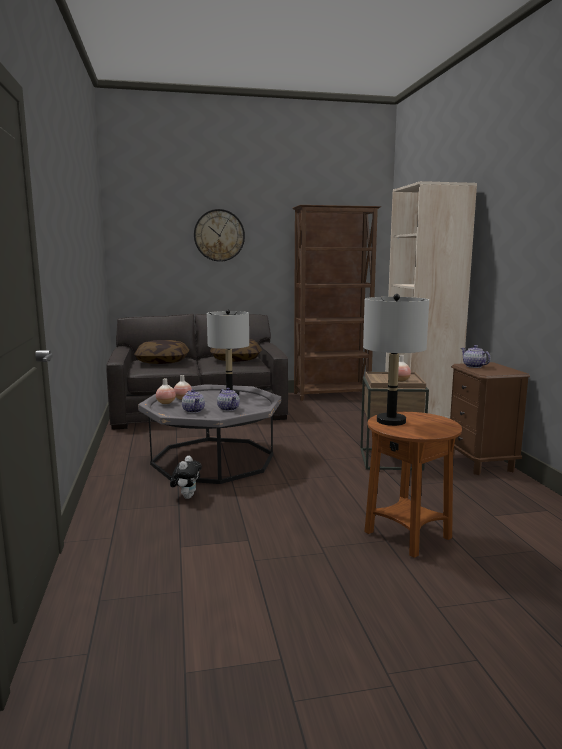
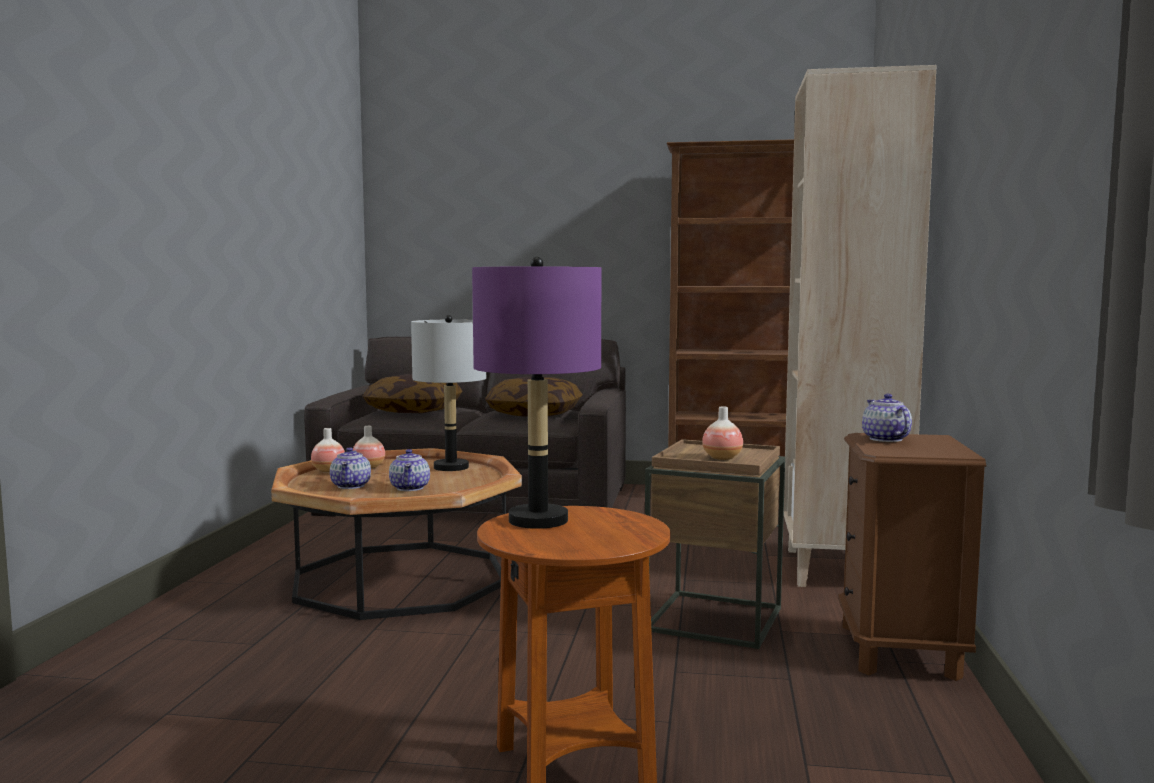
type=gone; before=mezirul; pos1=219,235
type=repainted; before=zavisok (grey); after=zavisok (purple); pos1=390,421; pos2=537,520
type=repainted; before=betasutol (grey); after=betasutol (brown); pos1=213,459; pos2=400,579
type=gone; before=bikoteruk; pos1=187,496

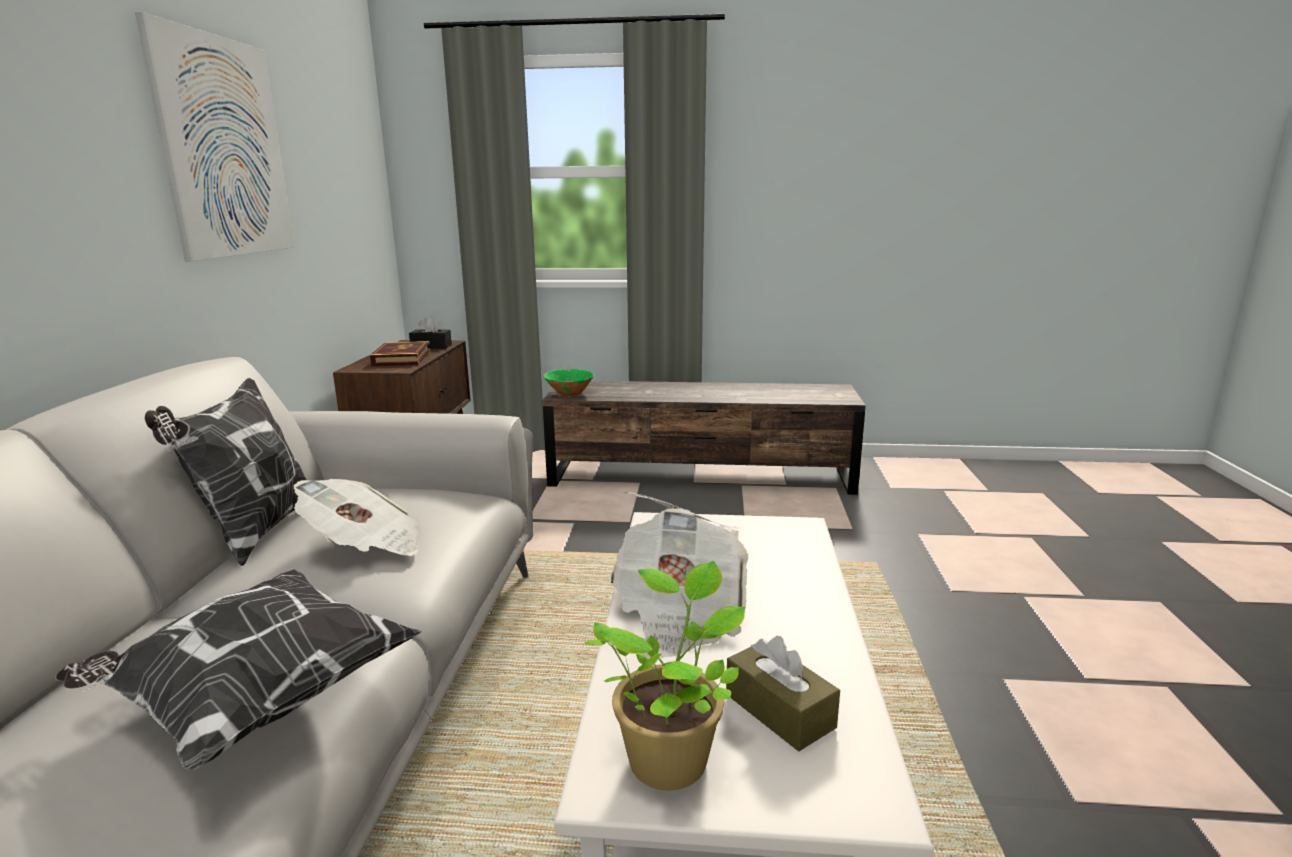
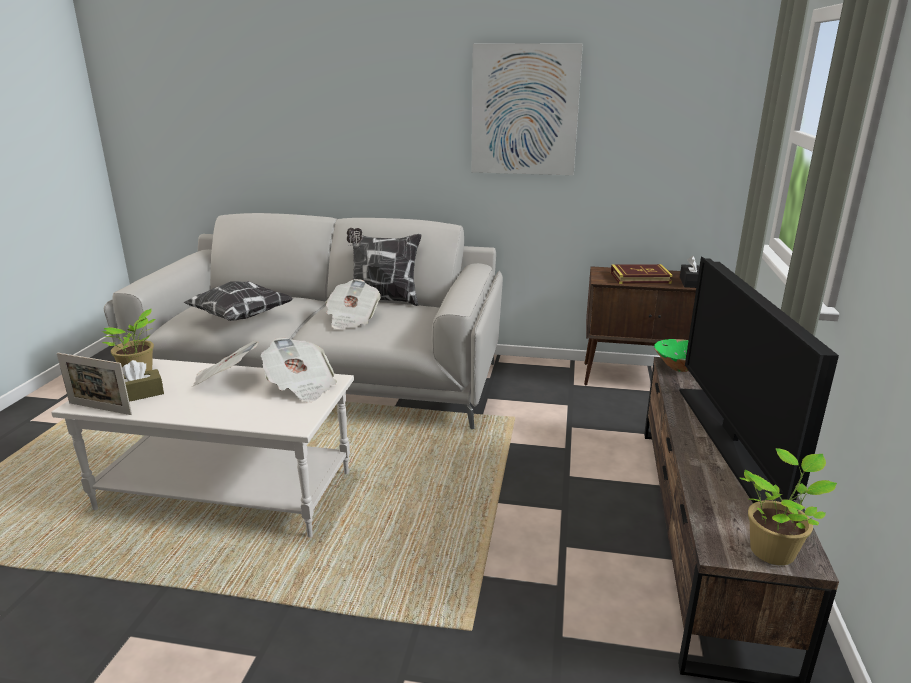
type=new; after=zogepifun; pos2=730,441
type=new; after=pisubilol; pos2=100,409
type=new; after=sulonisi; pos2=774,550

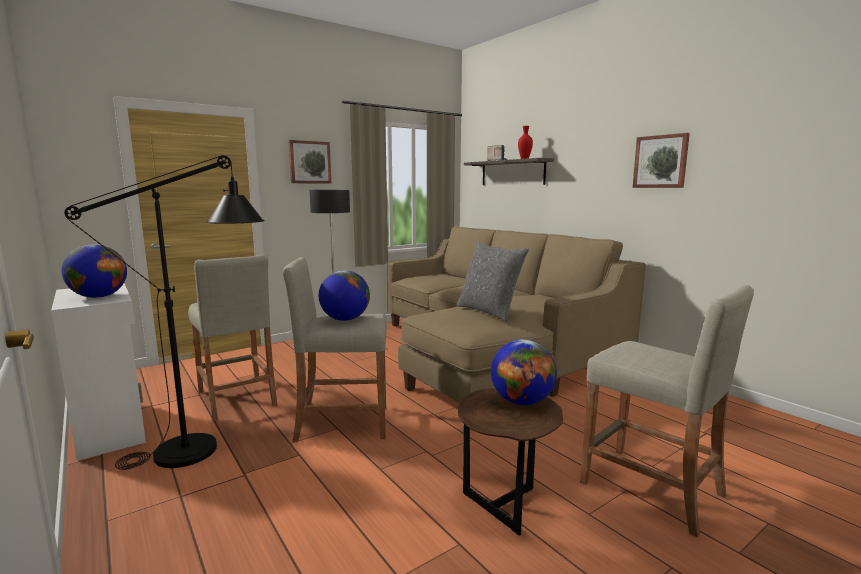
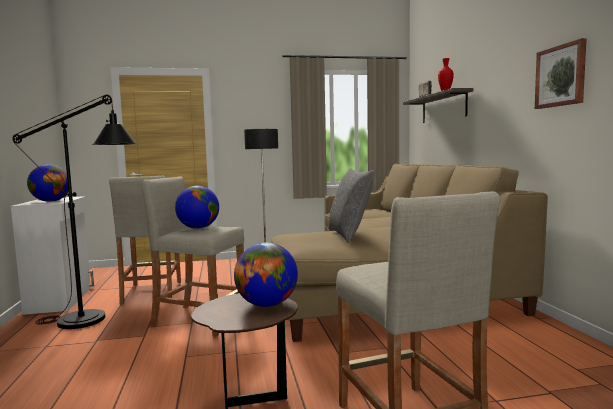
type=gone; before=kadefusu; pos1=309,162

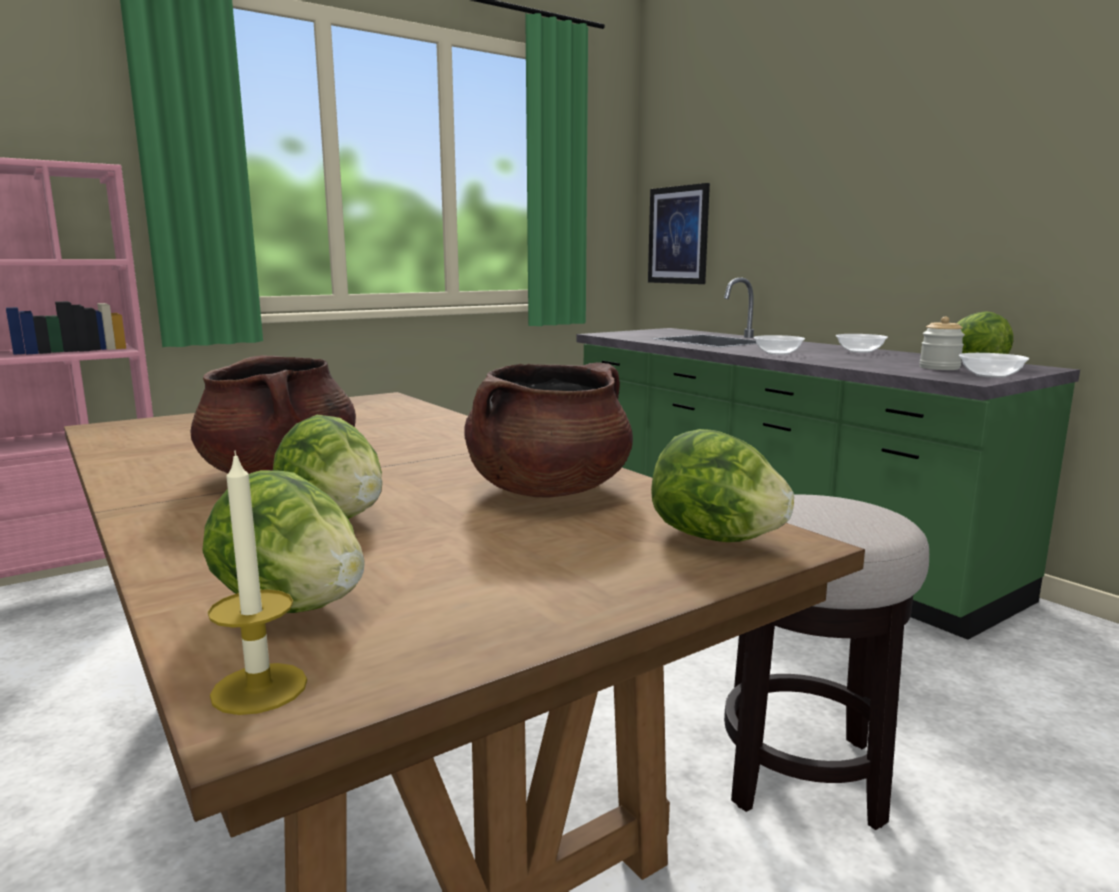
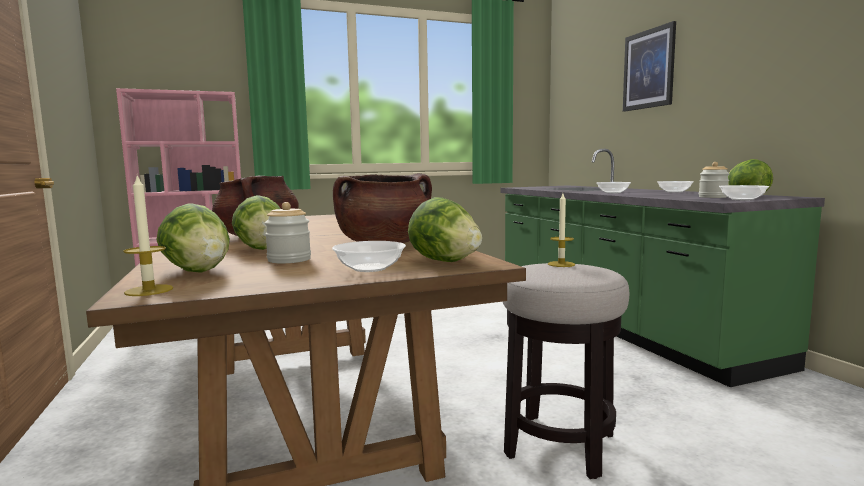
type=shifted; before=kadefusu; pos1=678,235; pos2=648,69
type=new; after=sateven; pos2=561,264
type=new; after=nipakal; pos2=289,260
type=new; after=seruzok; pos2=370,269

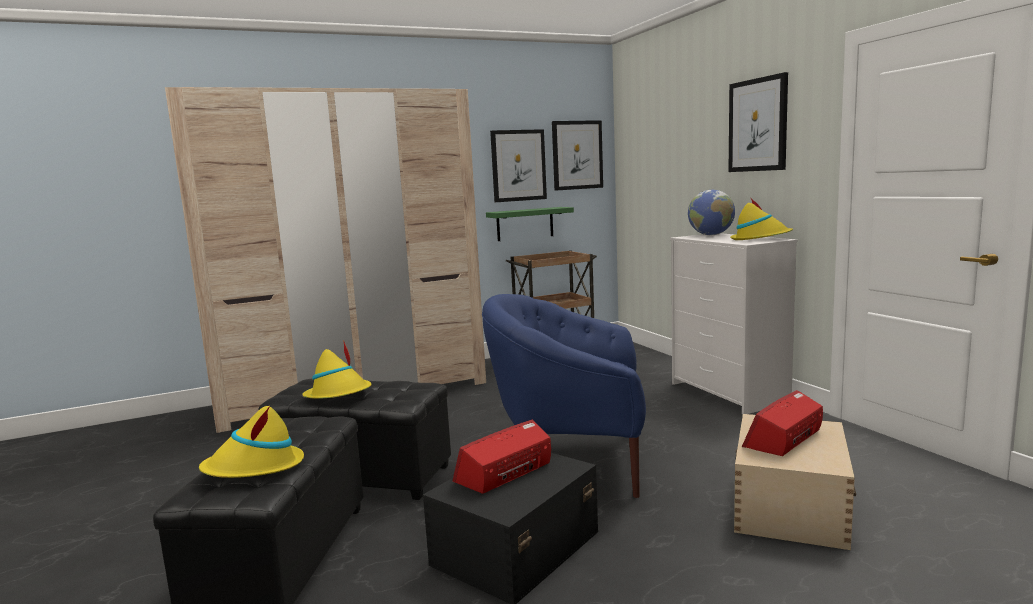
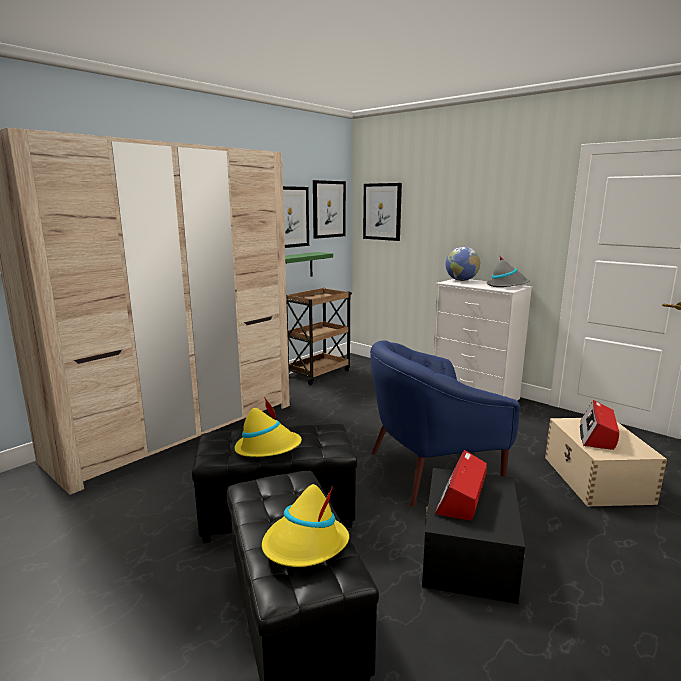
type=shifted; before=kadefusu; pos1=758,125; pos2=382,211
type=repainted; before=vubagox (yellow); after=vubagox (grey); pos1=760,239; pos2=507,285

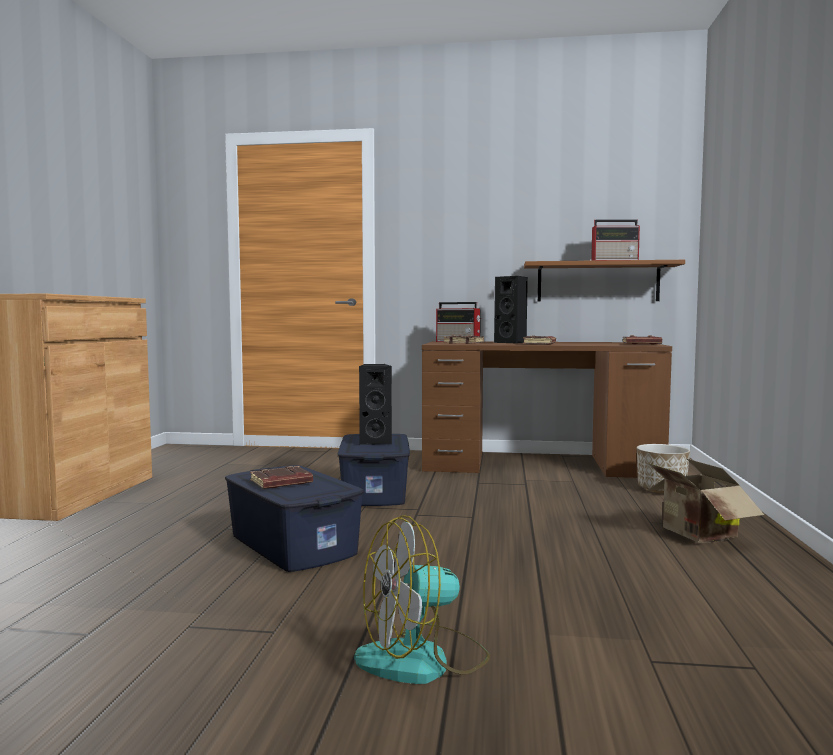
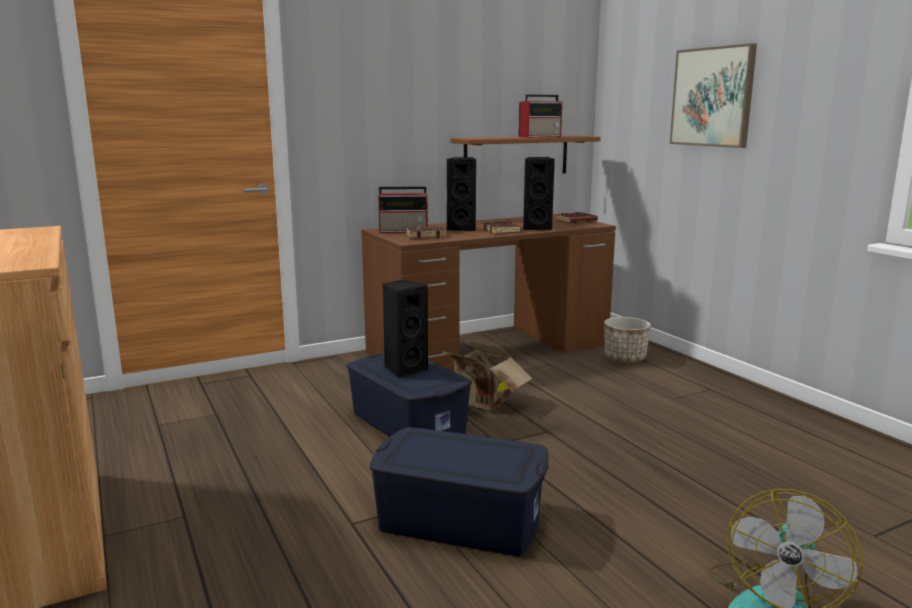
type=shifted; before=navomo; pos1=696,535; pos2=481,403
type=gone; before=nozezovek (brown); pos1=281,483
type=new; after=kadefusu; pos2=712,97
type=new; after=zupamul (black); pos2=537,228

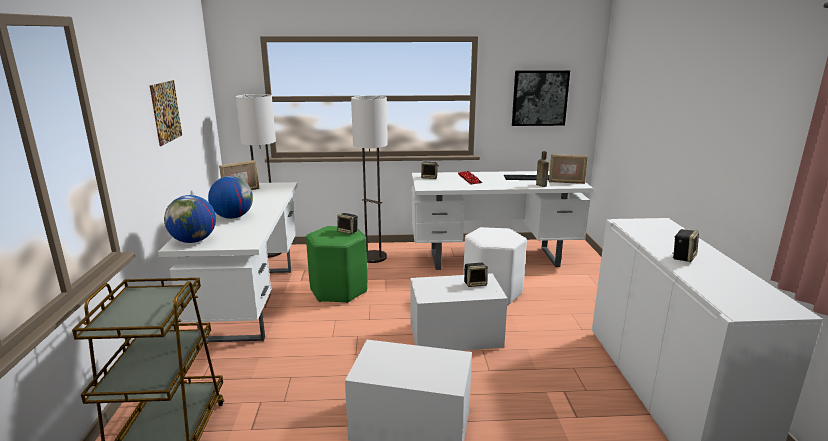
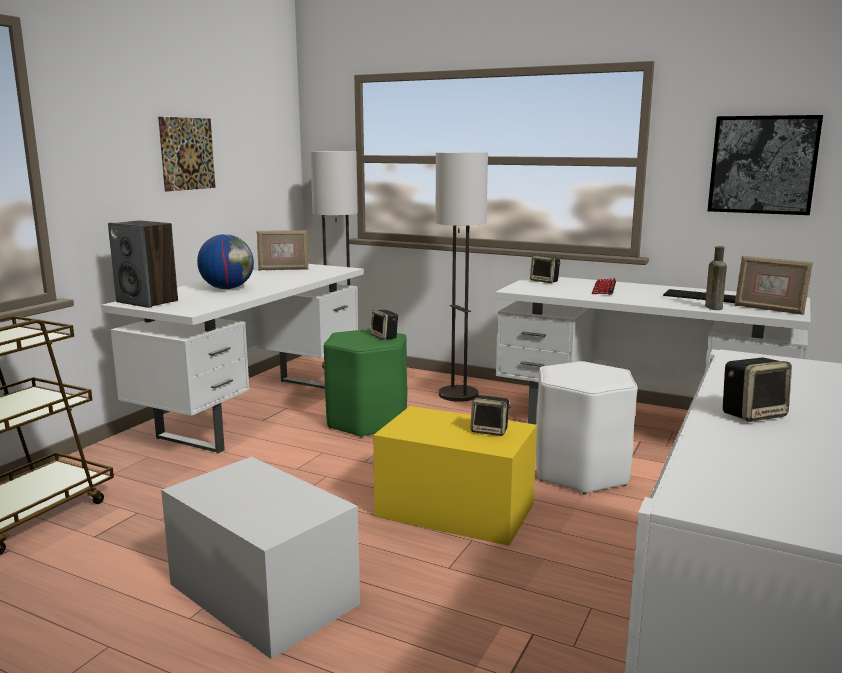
type=swapped; before=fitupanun; after=zupamul; pos1=194,241; pos2=148,301
type=repainted; before=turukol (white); after=turukol (yellow); pos1=455,335; pos2=456,510

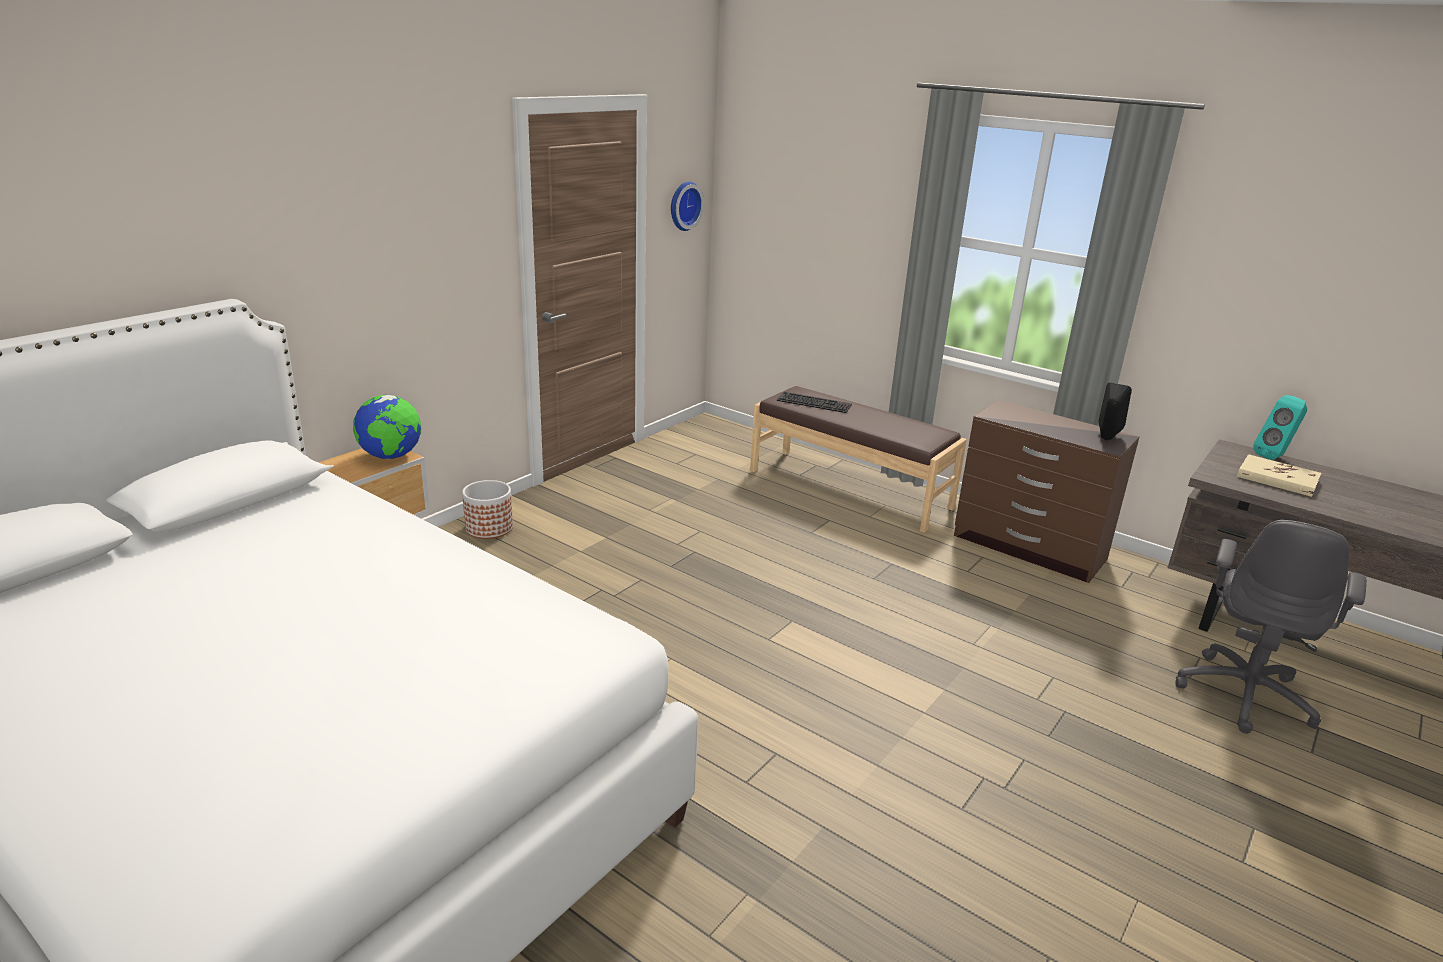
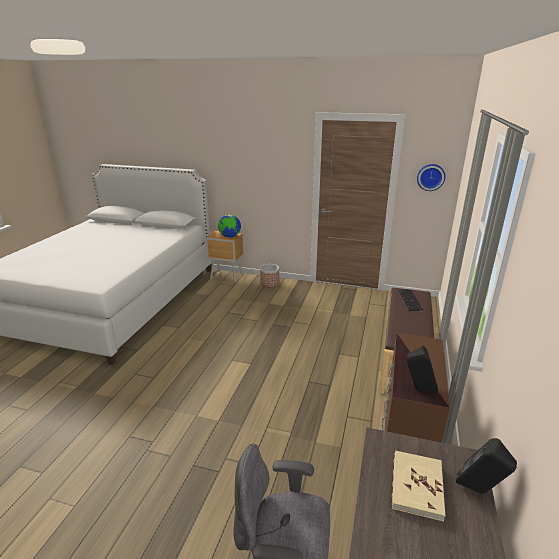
type=repainted; before=zupamul (turquoise); after=zupamul (black); pos1=1274,457; pos2=479,490

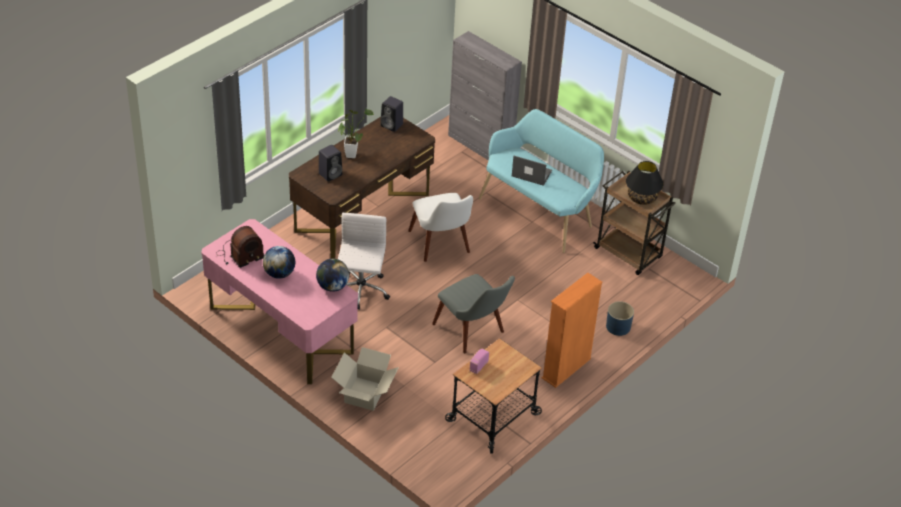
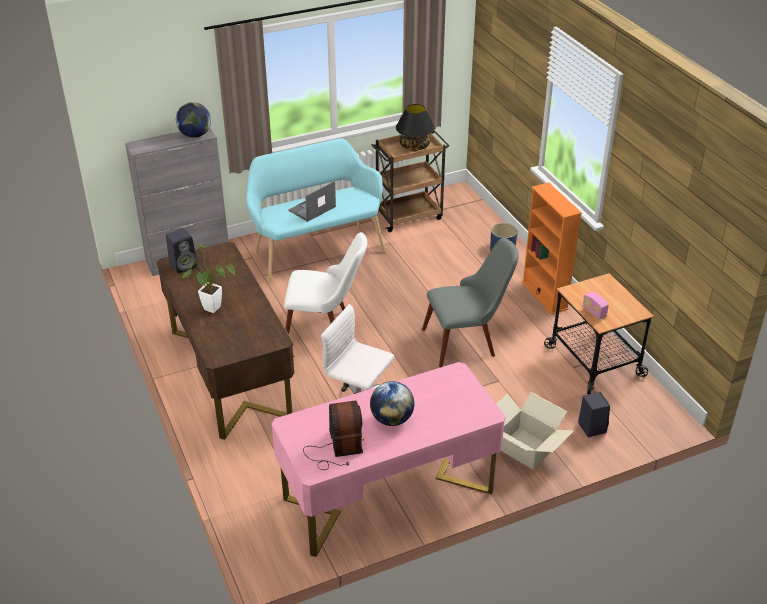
type=shifted; before=zupamul (black); pos1=331,174; pos2=591,427
type=shifted; before=fitupanun; pos1=332,286; pos2=195,135

